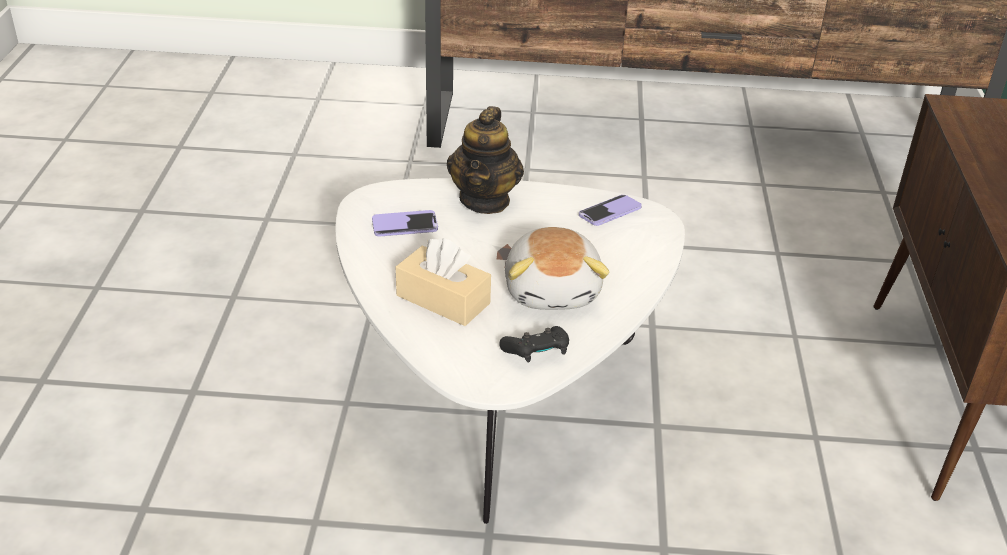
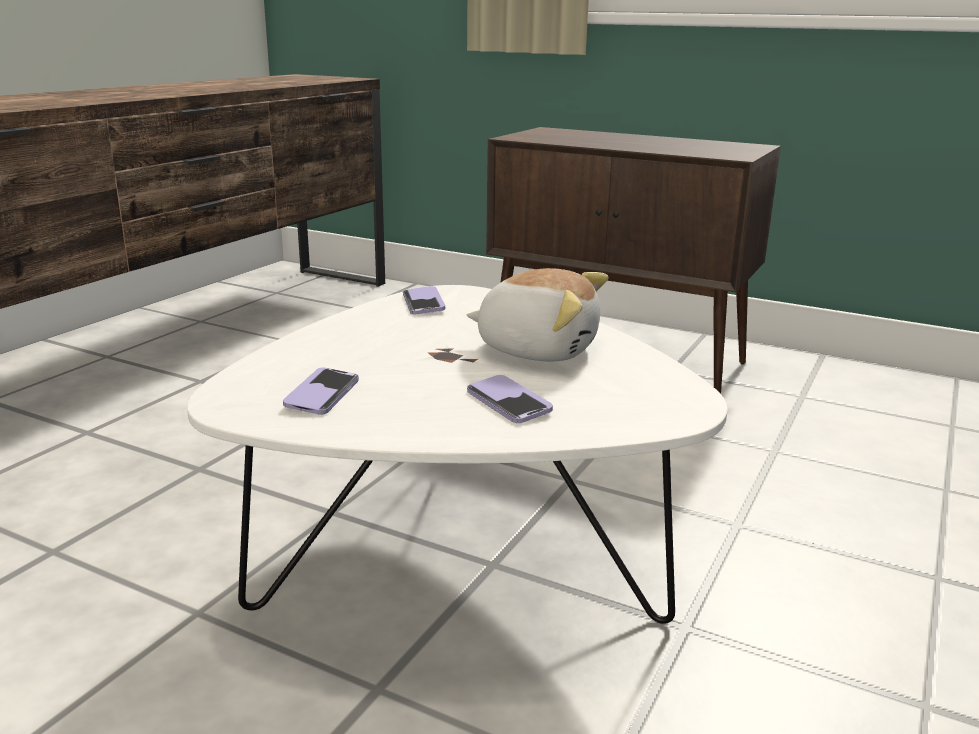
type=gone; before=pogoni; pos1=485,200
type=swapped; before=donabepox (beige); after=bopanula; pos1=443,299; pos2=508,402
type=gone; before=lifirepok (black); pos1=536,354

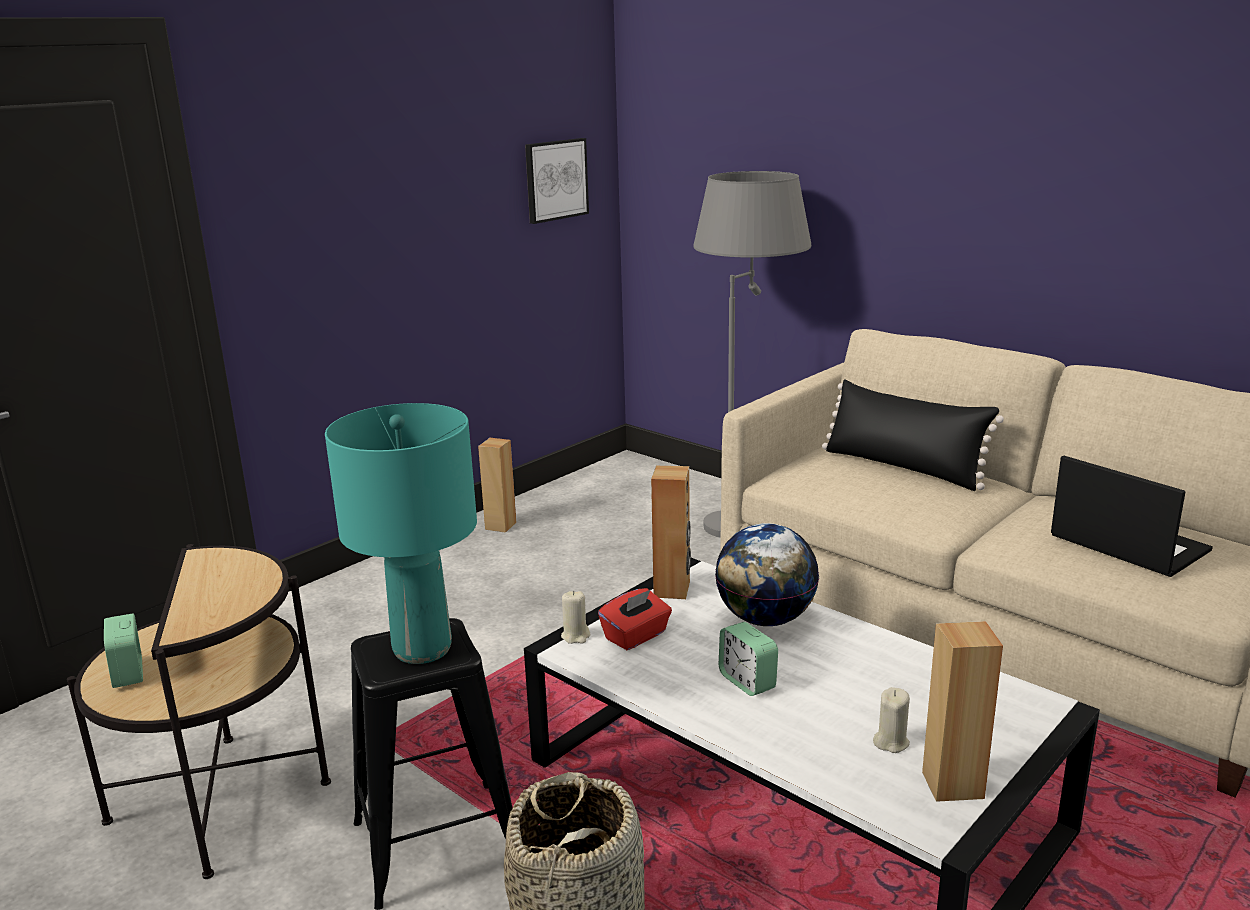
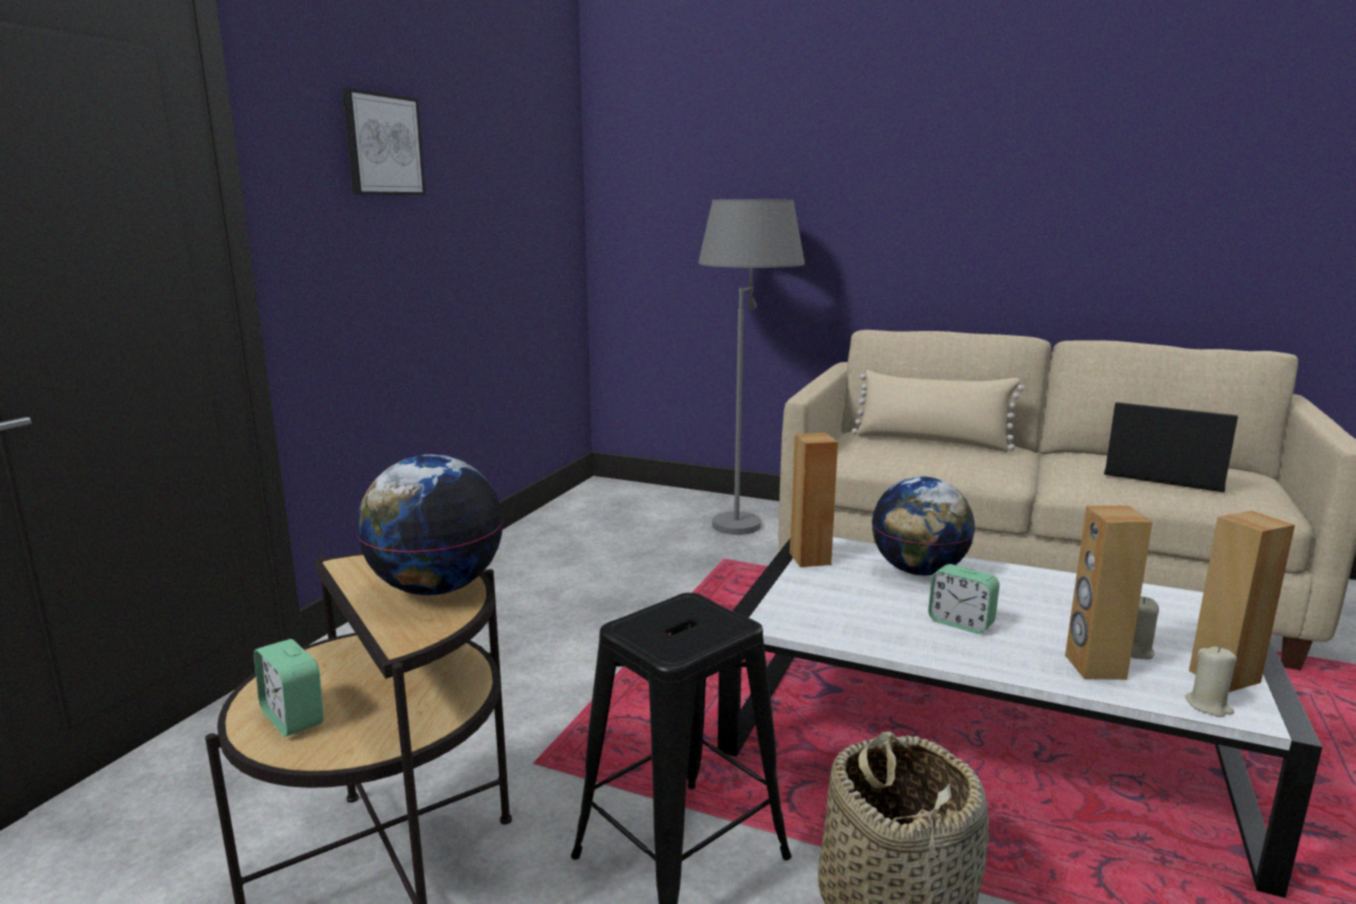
type=shifted; before=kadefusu; pos1=555,180; pos2=382,145
type=repainted; before=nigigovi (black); after=nigigovi (beige); pos1=903,467; pos2=931,441
type=gone; before=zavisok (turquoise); pos1=421,649
type=shifted; before=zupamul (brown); pos1=500,525; pos2=1094,667
type=gone; before=donabepox (red); pos1=636,636
type=shifted; before=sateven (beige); pos1=576,636; pos2=1208,706
type=new; after=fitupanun; pos2=436,588

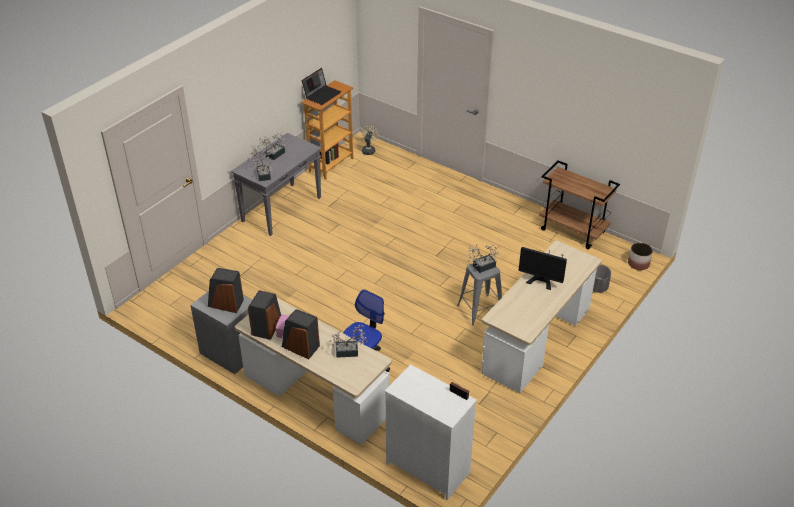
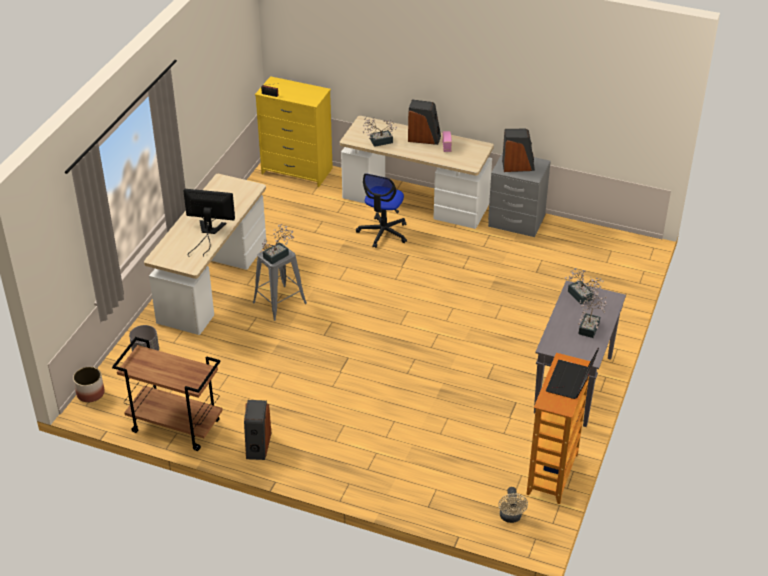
type=shifted; before=zupamul; pos1=267,326; pos2=257,445
type=repainted; before=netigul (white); after=netigul (yellow); pos1=428,467; pos2=296,171

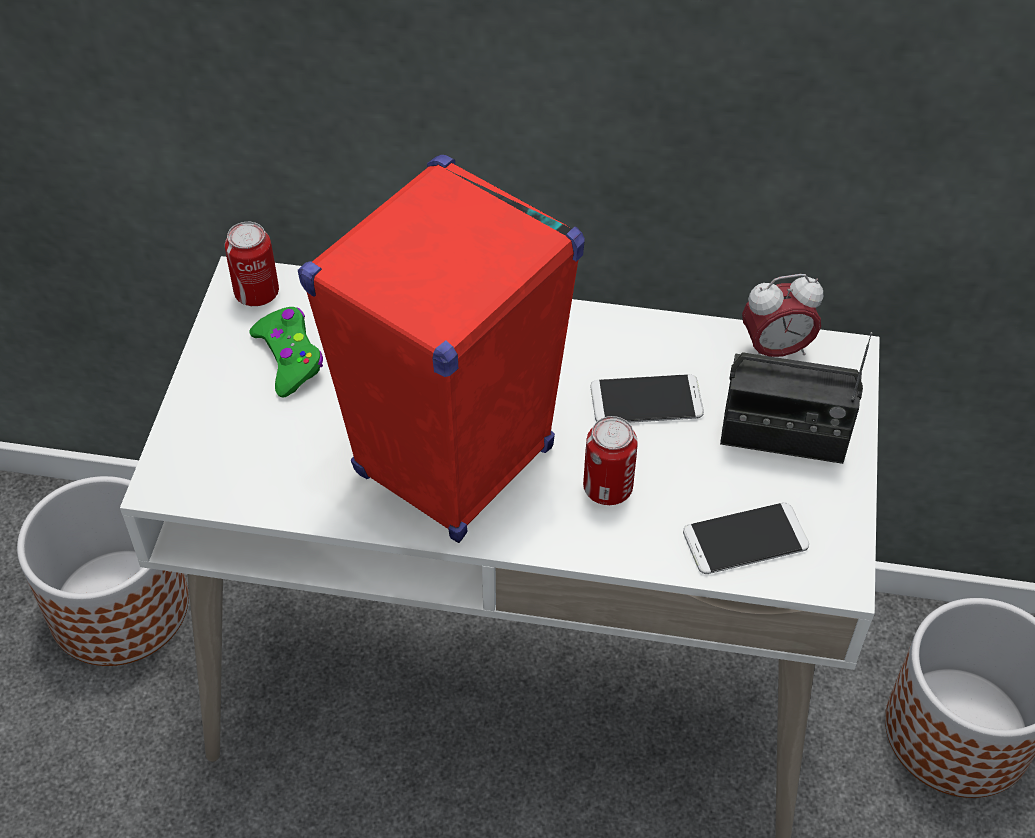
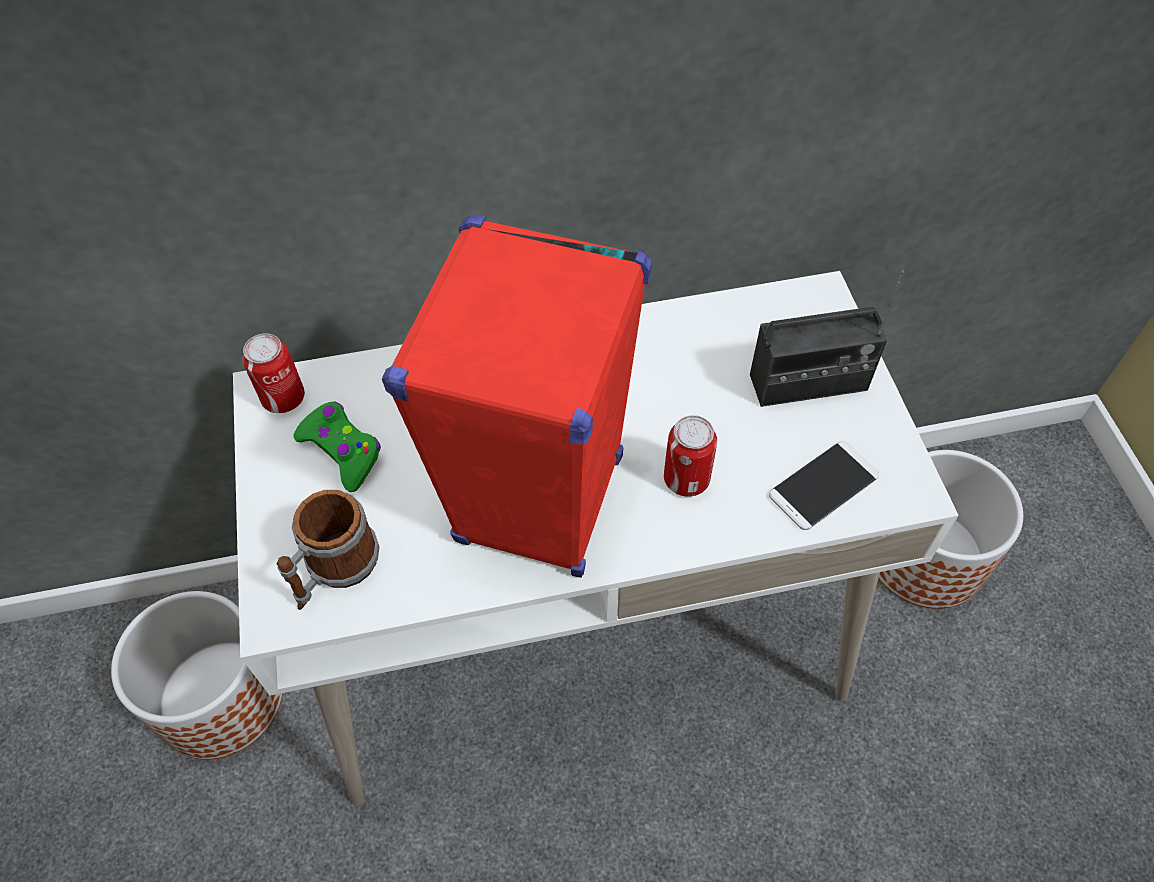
type=gone; before=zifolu; pos1=775,350
type=gone; before=bopanula; pos1=646,400
type=new; after=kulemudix; pos2=335,570

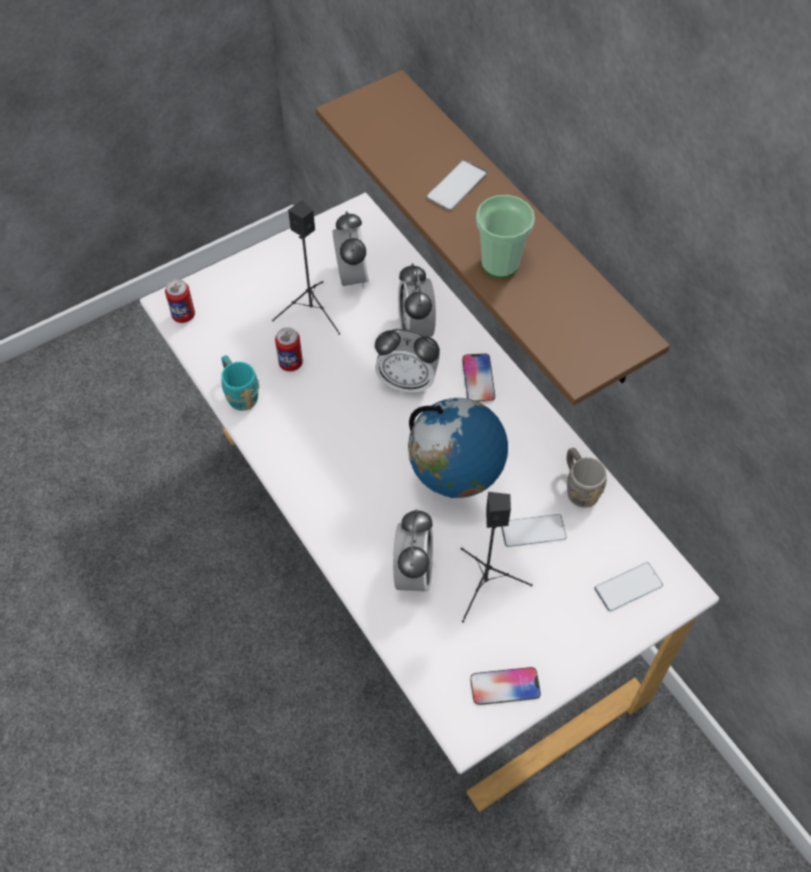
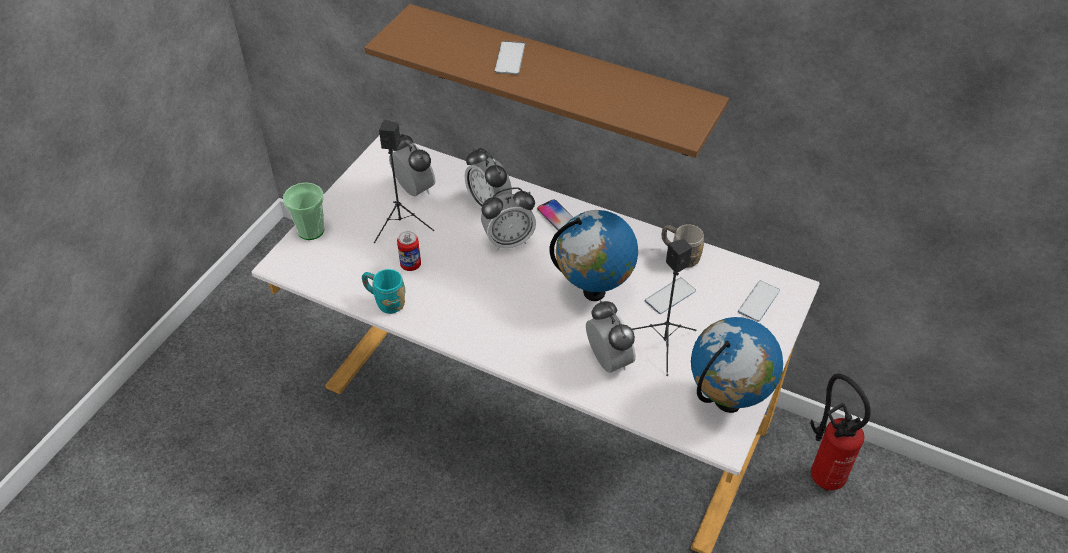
type=shifted; before=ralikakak; pos1=500,263; pos2=311,230
type=gone; before=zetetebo; pos1=183,315
type=swapped; before=bopanula; after=fitupanun; pos1=505,686; pos2=727,402
type=new; after=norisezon; pos2=824,473

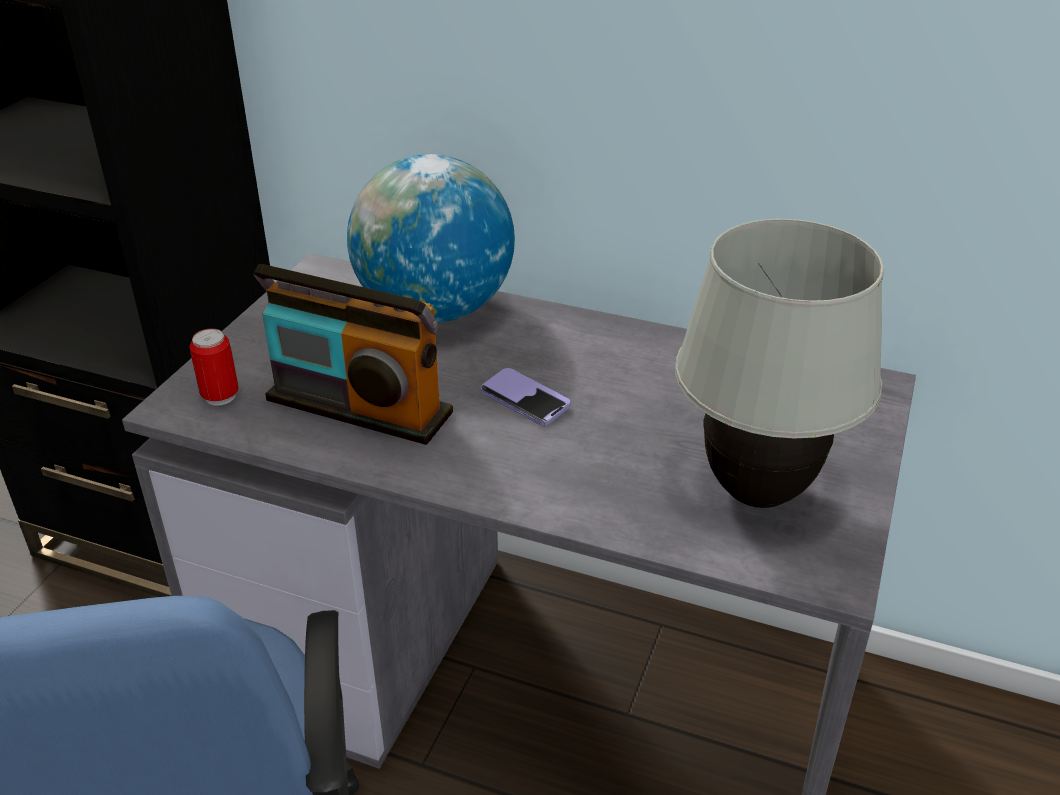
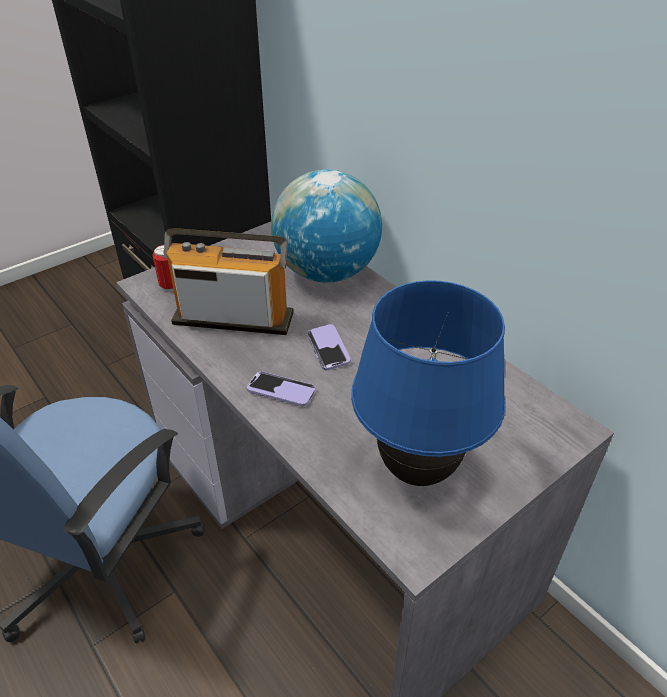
type=repainted; before=zavisok (white); after=zavisok (blue); pos1=756,492; pos2=416,470
type=rotated; before=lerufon; pos1=359,407; pos2=233,318; turn=135
type=new; after=bopanula; pos2=281,390

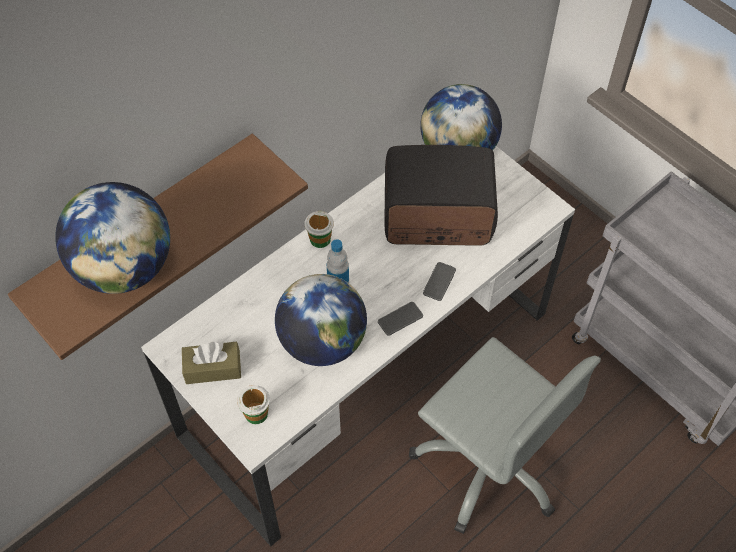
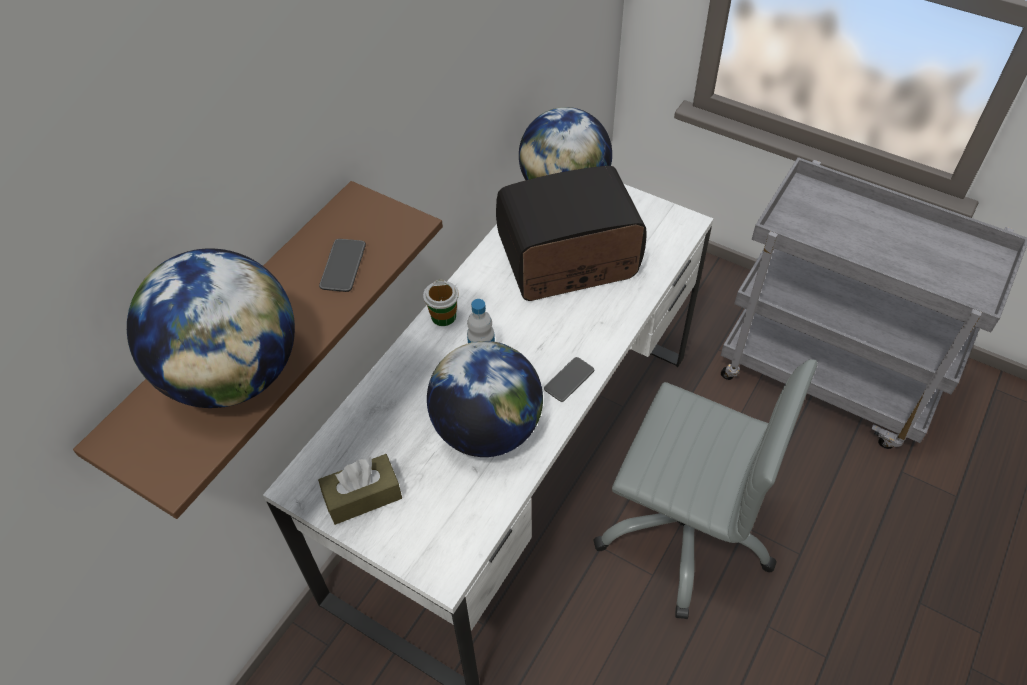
type=shifted; before=bopanula; pos1=439,282; pos2=343,266
type=gone; before=ralikakak; pos1=256,413

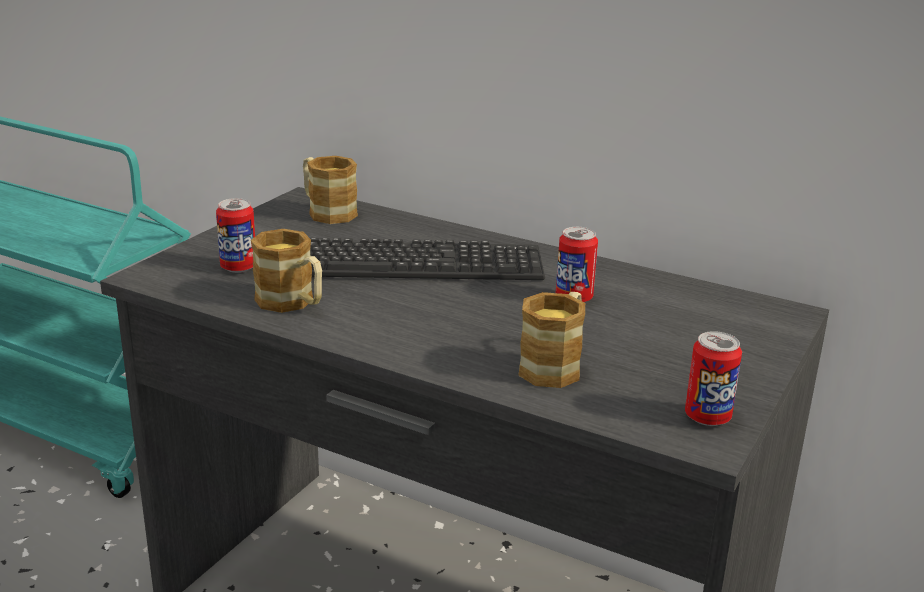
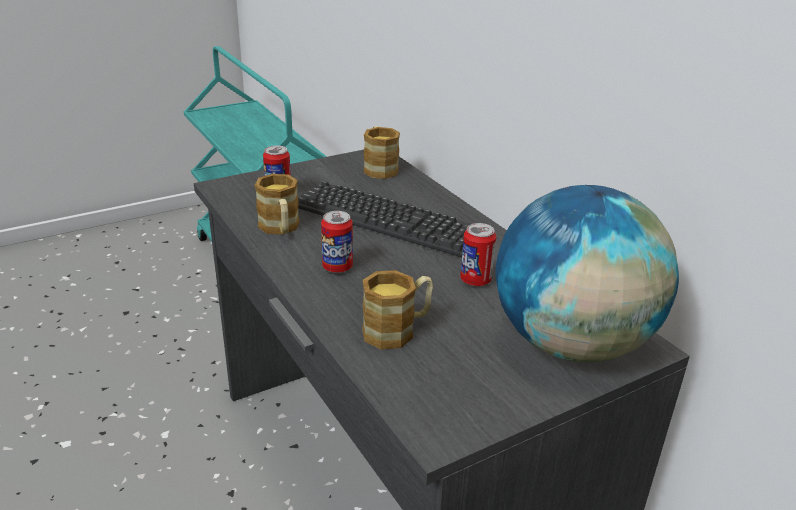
type=shifted; before=zetetebo; pos1=707,417; pos2=337,267
type=new; after=fitupanun; pos2=570,343

